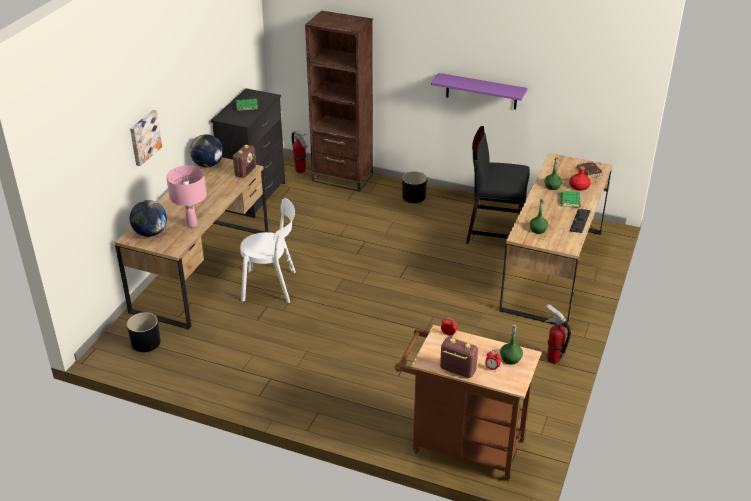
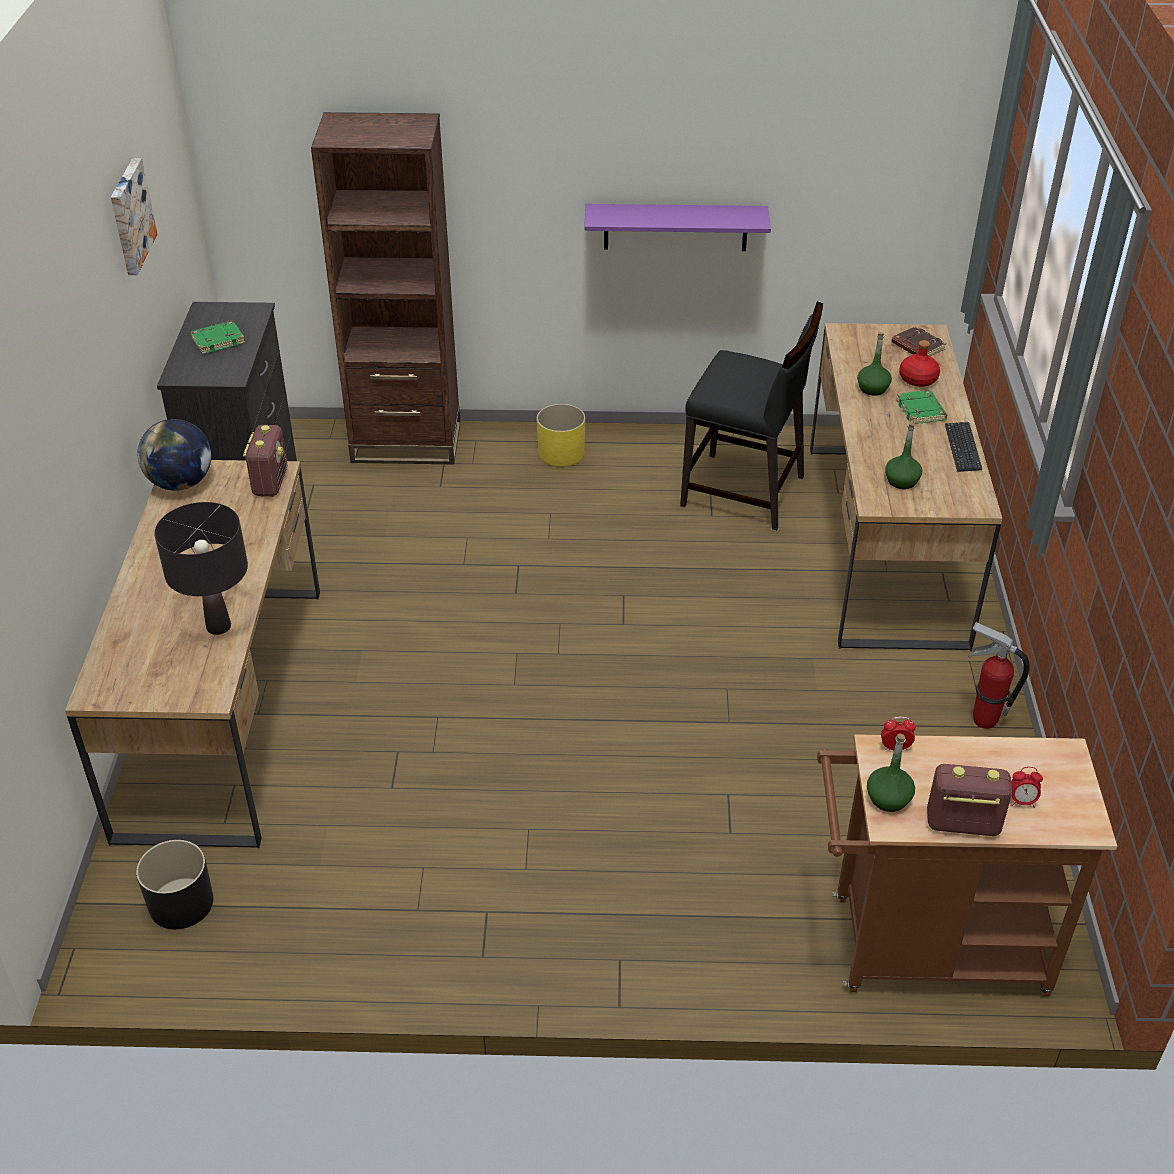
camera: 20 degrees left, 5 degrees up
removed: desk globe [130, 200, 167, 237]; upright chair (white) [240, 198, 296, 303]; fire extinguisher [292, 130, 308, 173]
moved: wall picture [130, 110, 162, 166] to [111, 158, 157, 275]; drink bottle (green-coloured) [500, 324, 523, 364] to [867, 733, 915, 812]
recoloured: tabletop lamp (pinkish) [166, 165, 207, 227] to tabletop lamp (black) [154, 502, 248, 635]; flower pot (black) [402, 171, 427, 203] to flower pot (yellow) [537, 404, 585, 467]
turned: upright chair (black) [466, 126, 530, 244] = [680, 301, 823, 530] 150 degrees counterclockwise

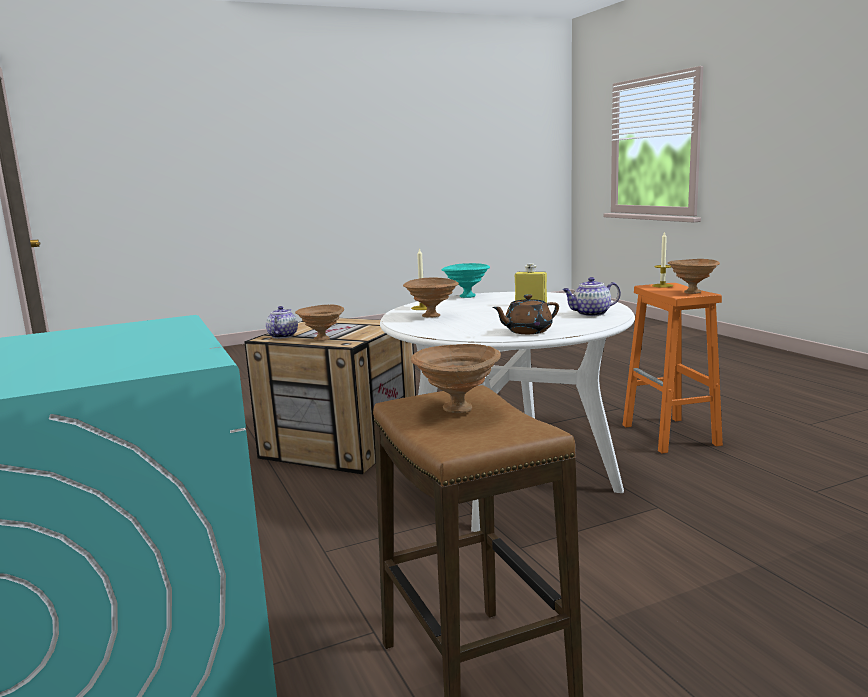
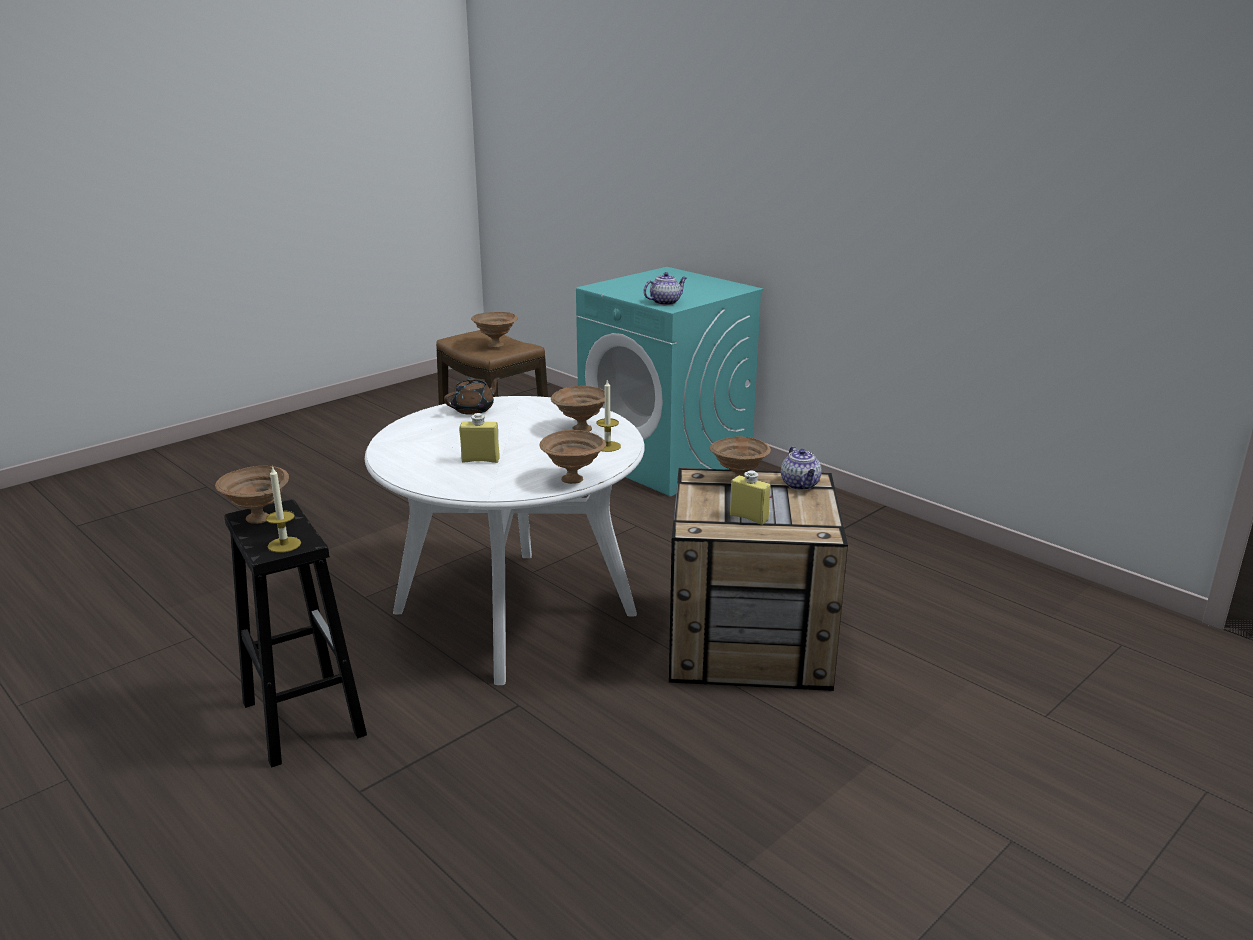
camera: 160 degrees right, 10 degrees up
added: drink bottle (yellow) [730, 470, 771, 525]
moved: teapot [562, 277, 621, 316] to [644, 272, 687, 305]
recoloured: bowl (turquoise-coloured) [442, 263, 490, 298] to bowl (brown) [540, 430, 606, 484]; stool seat (orangey) [623, 283, 723, 453] to stool seat (black) [224, 499, 367, 768]

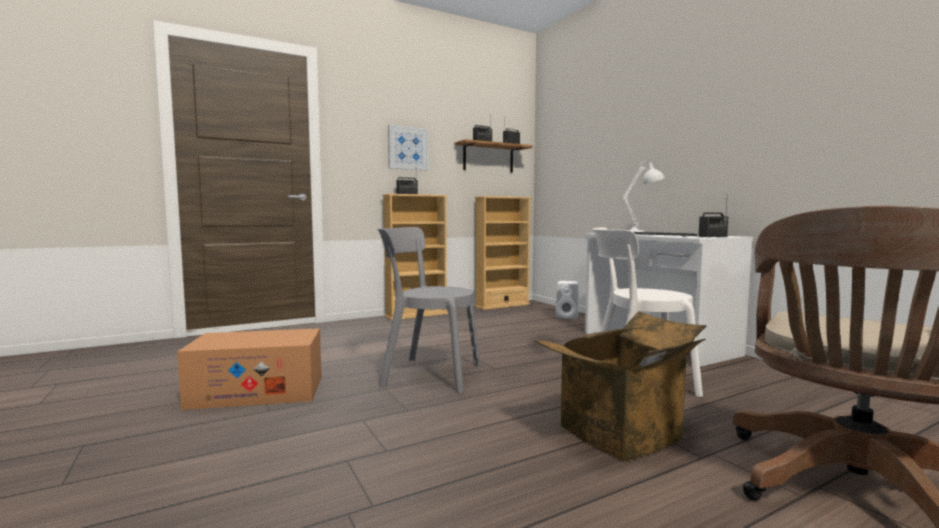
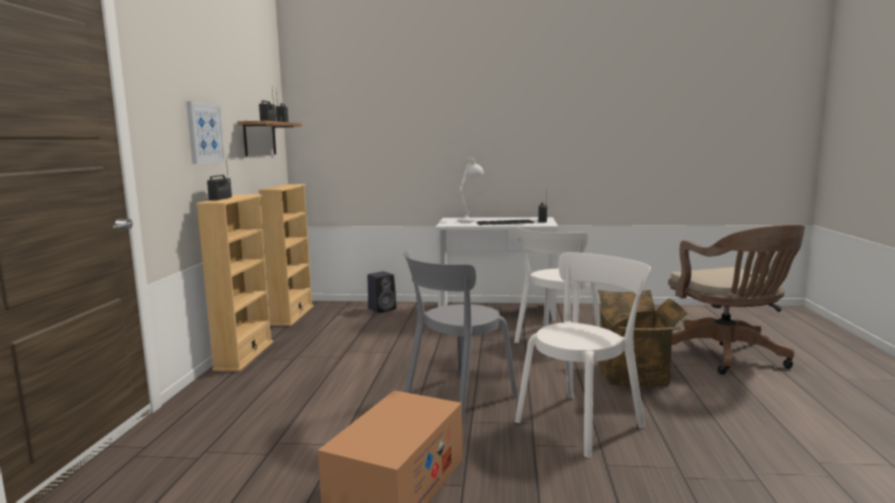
camera: 55 degrees left, 5 degrees up
added: upright chair (white) [515, 252, 651, 458]
recoloured: loudspeaker (white) [555, 281, 579, 319] to loudspeaker (black) [367, 271, 396, 313]

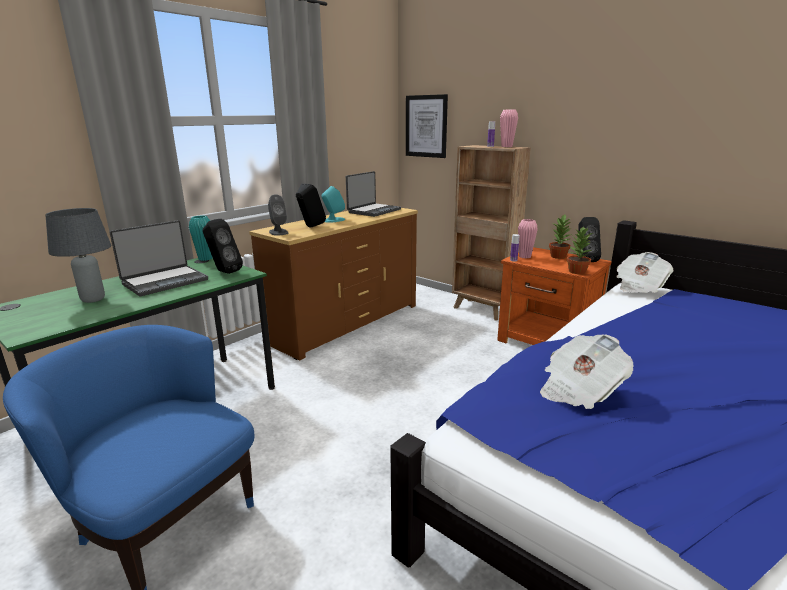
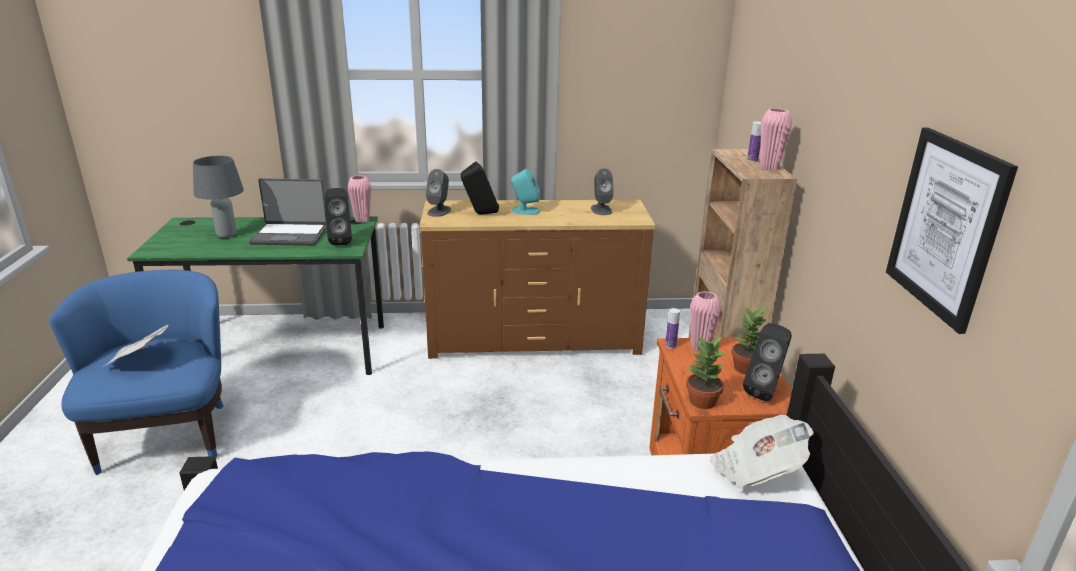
camera: 45 degrees right, 5 degrees up
moved: wall picture [406, 94, 448, 158] to [886, 127, 1018, 334]; daily paper [540, 334, 633, 409] to [104, 324, 169, 366]
replaced: notebook computer [346, 171, 401, 217] to loudspeaker (gray) [591, 168, 613, 215]
recoloured: vase (turquoise-coloured) [189, 216, 212, 261] to vase (pinkish) [348, 175, 371, 223]

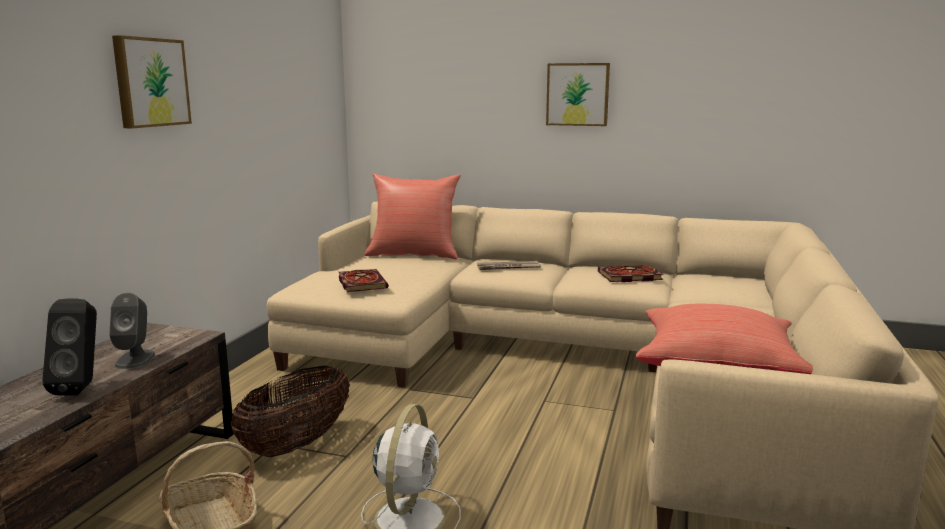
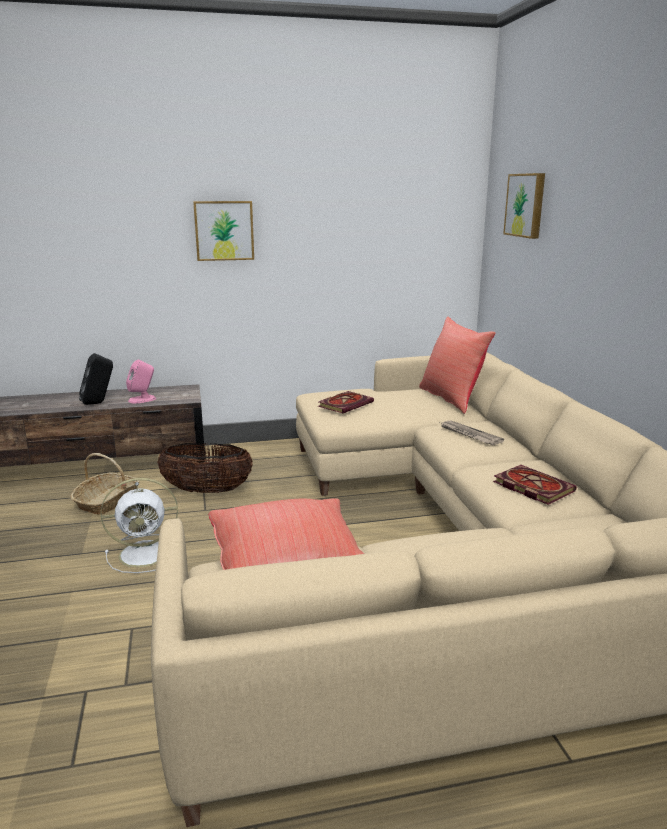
camera: 60 degrees right, 5 degrees up
moved: wall picture [546, 63, 610, 126] to [503, 173, 545, 239]
recoloured: loudspeaker (gray) [109, 293, 155, 369] to loudspeaker (pinkish) [126, 360, 156, 404]

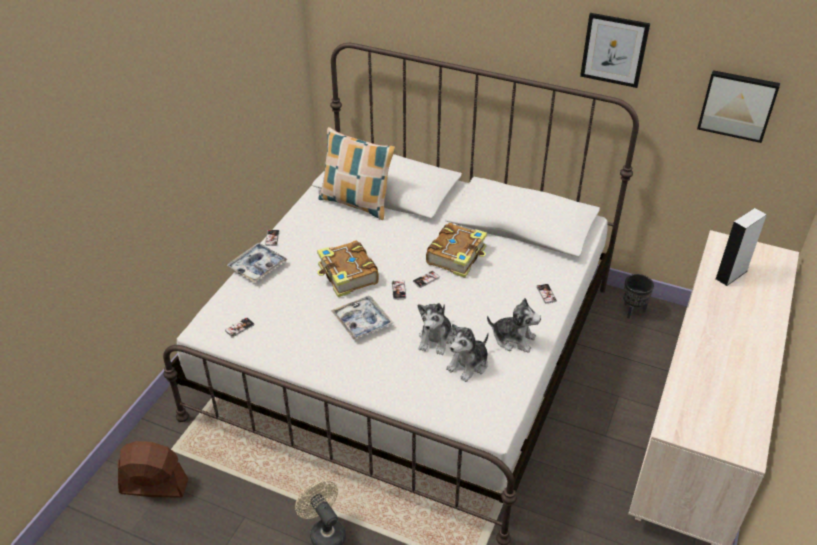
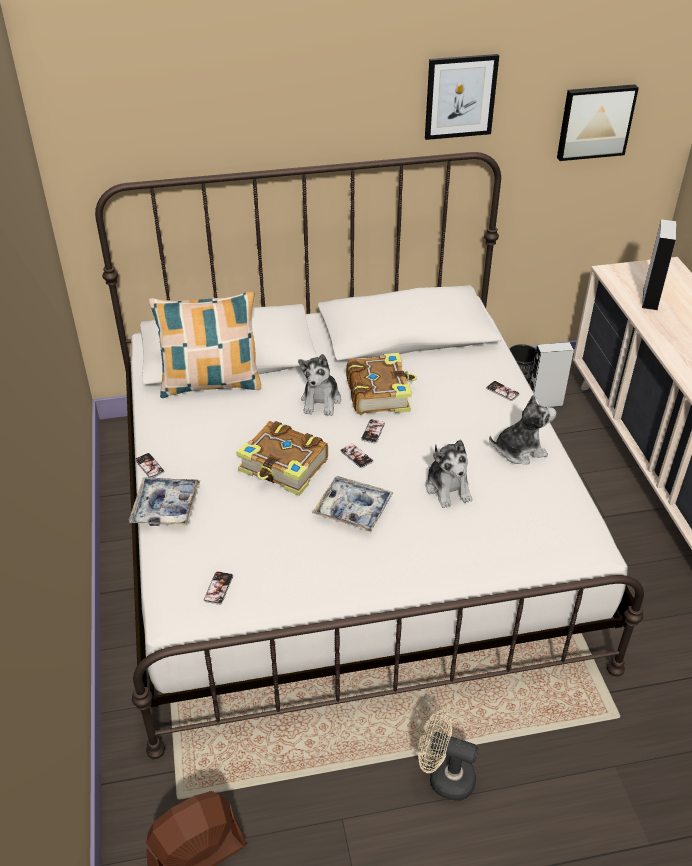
camera: 35 degrees left, 0 degrees up
added: loudspeaker (gray) [530, 342, 574, 407]
moved: cuddly toy [446, 324, 489, 382] to [298, 354, 341, 416]

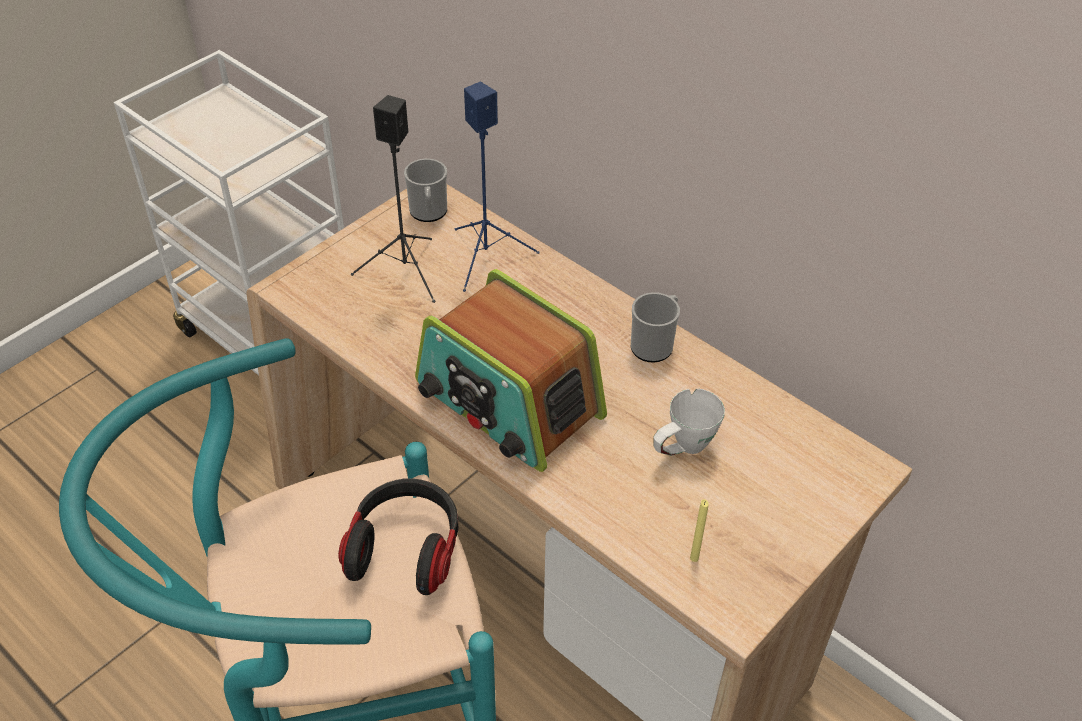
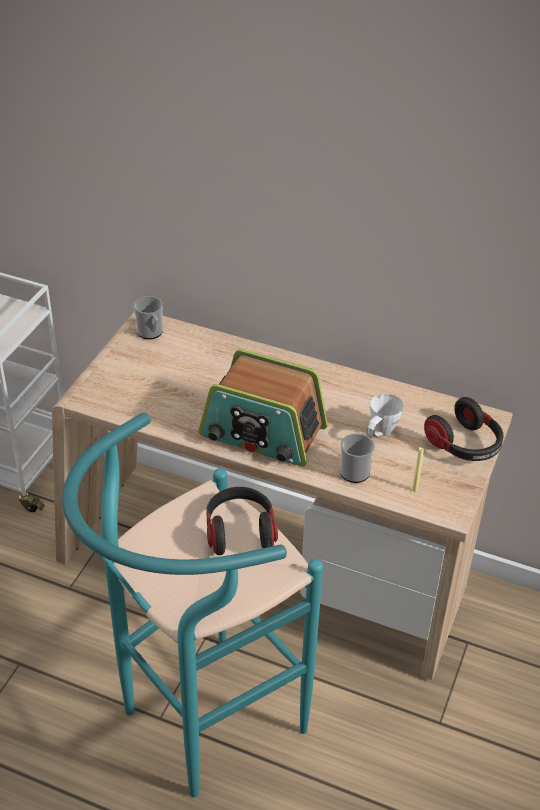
camera: 20 degrees left, 5 degrees down
removed: loudspeaker (black) [351, 95, 436, 303]; loudspeaker (blue-coloured) [455, 82, 540, 292]
added: headphones [424, 397, 504, 461]
moved: mug [631, 292, 680, 363] to [340, 433, 375, 483]

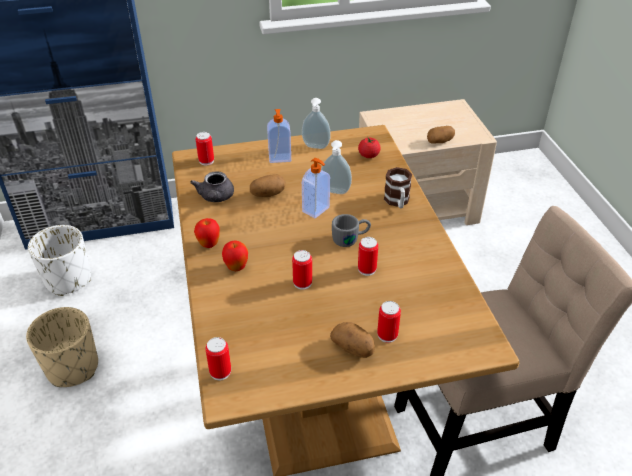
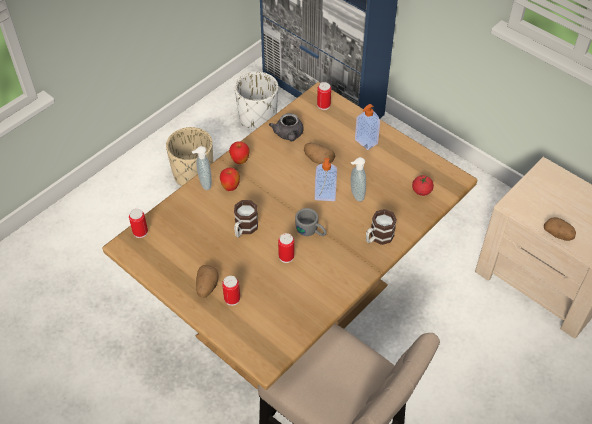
camera: 55 degrees right, 10 degrees up
moved: soap dispenser [302, 98, 331, 149] to [192, 146, 212, 190]
replaced: can [292, 250, 312, 290] to mug [234, 200, 258, 238]
turned: teapot (gray) [190, 171, 234, 202] = [269, 113, 304, 141] 60 degrees counterclockwise

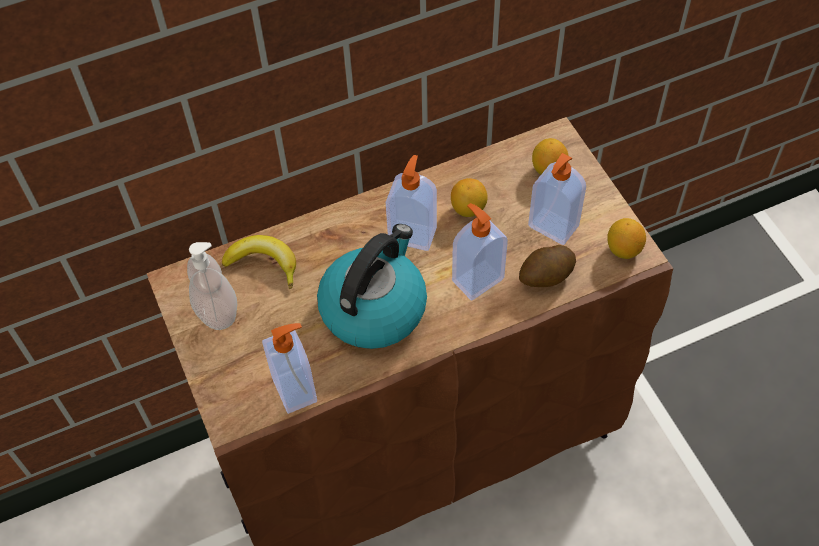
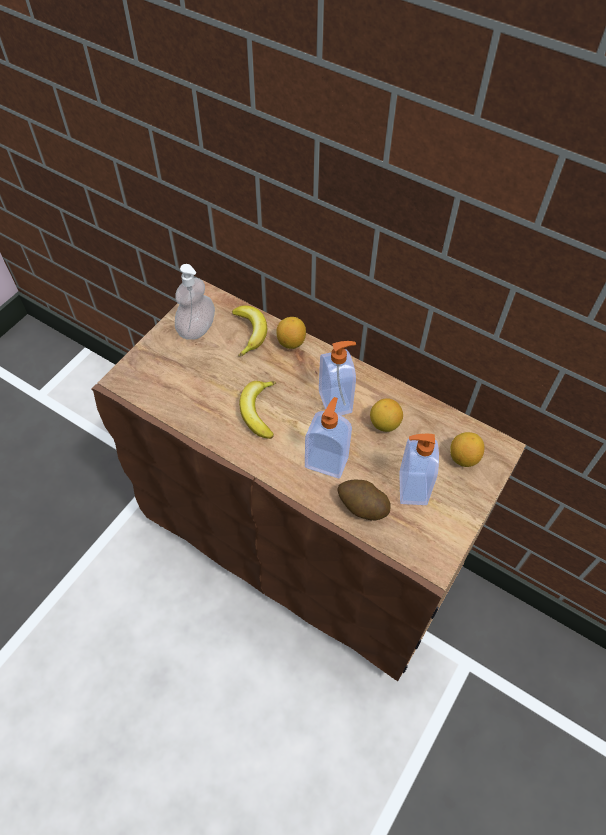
camera: 55 degrees right, 0 degrees up
removed: soap dispenser [262, 323, 317, 414]
moved: lemon [607, 218, 646, 259] to [276, 317, 306, 349]
replaced: water kettle [317, 224, 427, 349] to whole banana [239, 381, 276, 439]

